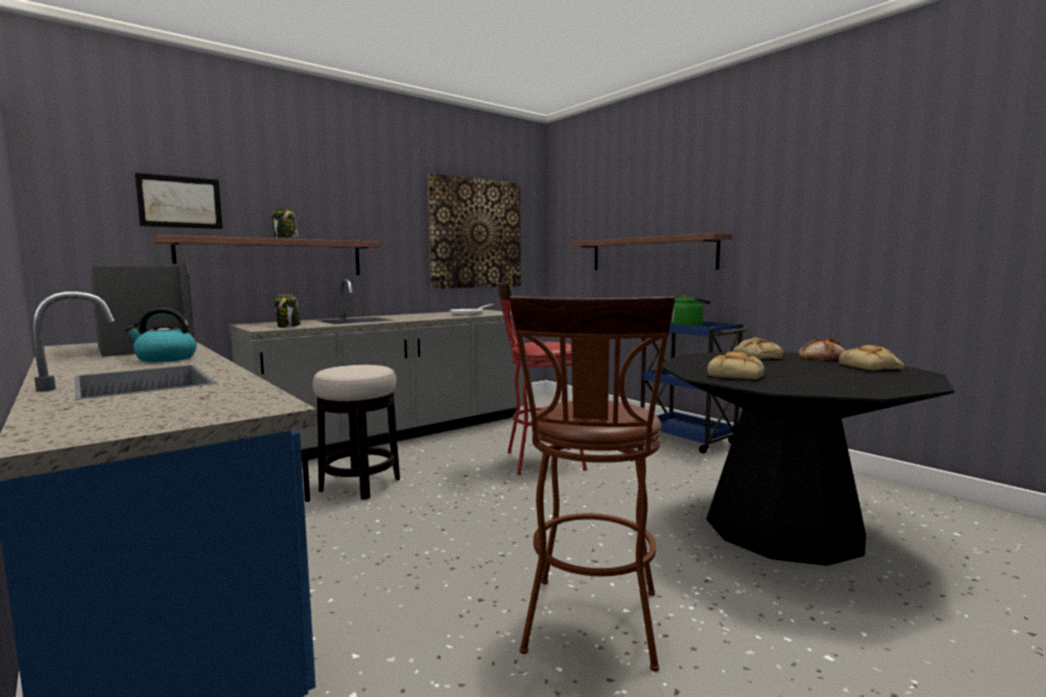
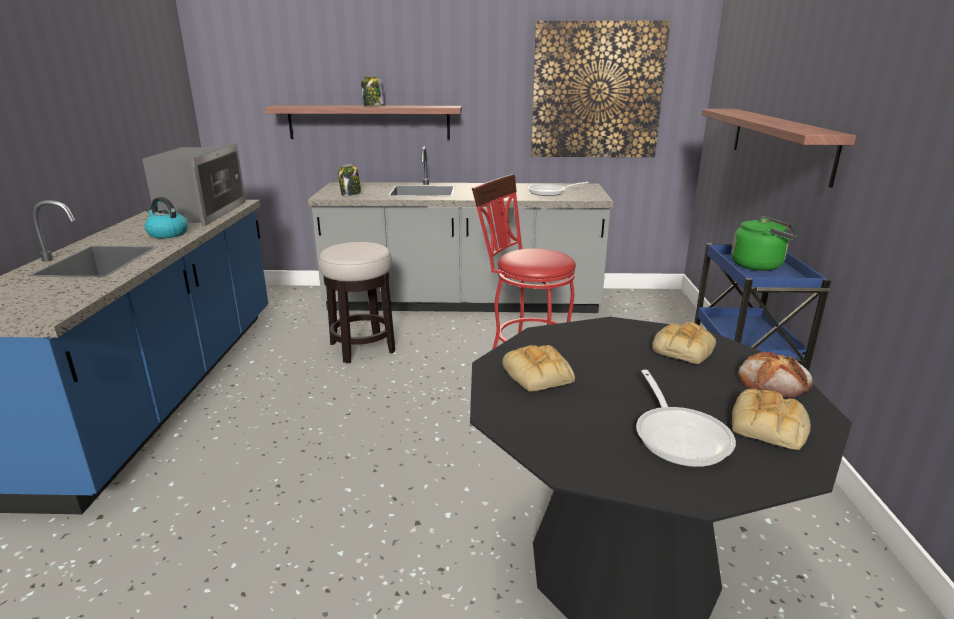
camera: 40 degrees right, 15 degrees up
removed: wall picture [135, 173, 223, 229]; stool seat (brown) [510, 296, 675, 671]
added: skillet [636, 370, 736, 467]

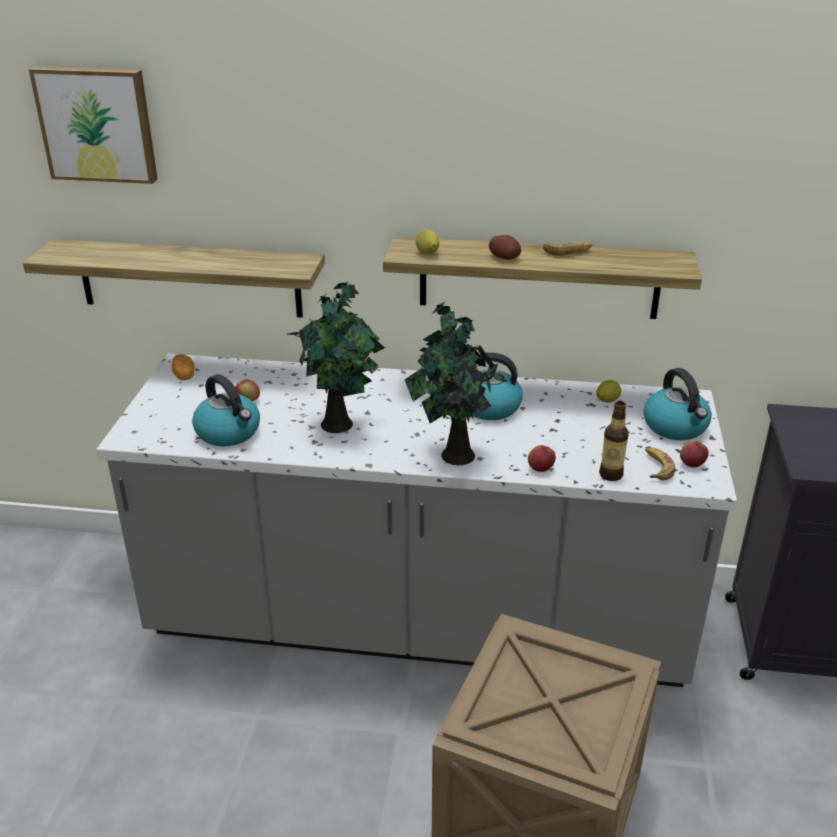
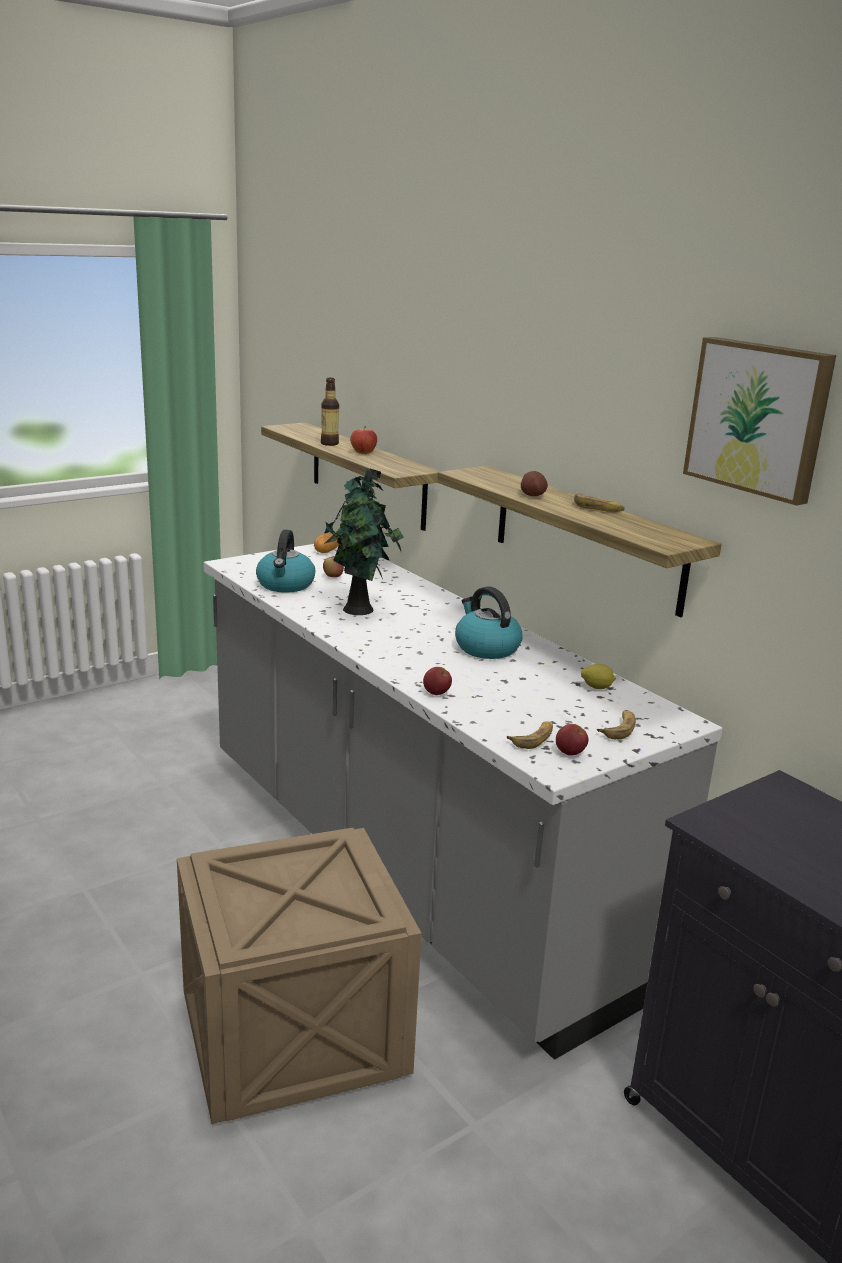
camera: 45 degrees right, 10 degrees down
removed: plant in a pot [405, 301, 507, 465]; lemon [416, 230, 439, 254]
added: apple [350, 426, 377, 454]
moved: wall picture [29, 66, 158, 184] to [683, 337, 836, 506]; drink bottle [599, 401, 629, 481] to [321, 378, 339, 446]
replaced: water kettle [644, 368, 712, 440] to whole banana [597, 711, 636, 739]

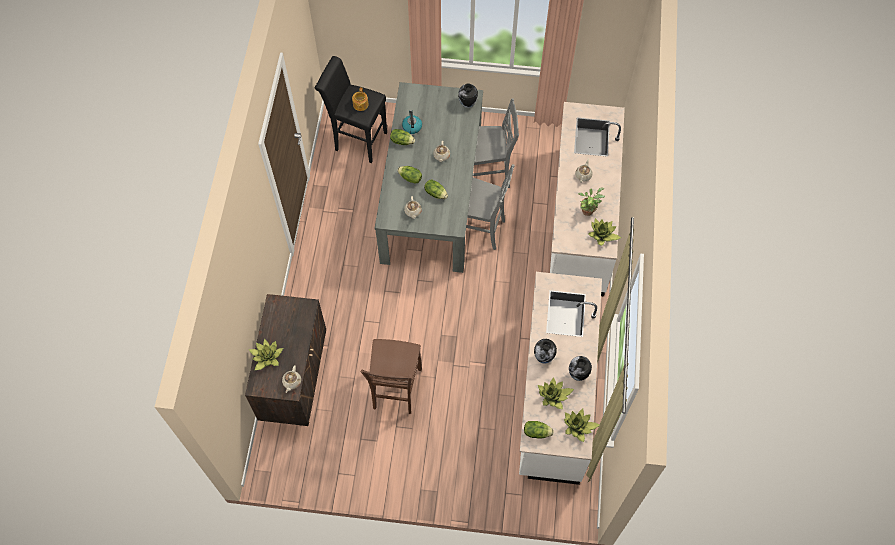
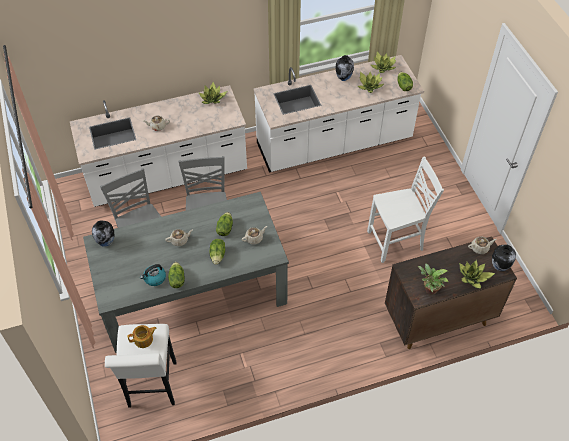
camera: 115 degrees left, 10 degrees down
moved: vase [534, 339, 557, 364] to [492, 245, 516, 271]; plant in a pot [578, 188, 605, 216] to [418, 263, 449, 295]
recoloured: stool seat (black) [315, 56, 387, 163] to stool seat (white) [105, 324, 177, 408]; upright chair (brown) [361, 339, 422, 414] to upright chair (white) [367, 156, 444, 263]

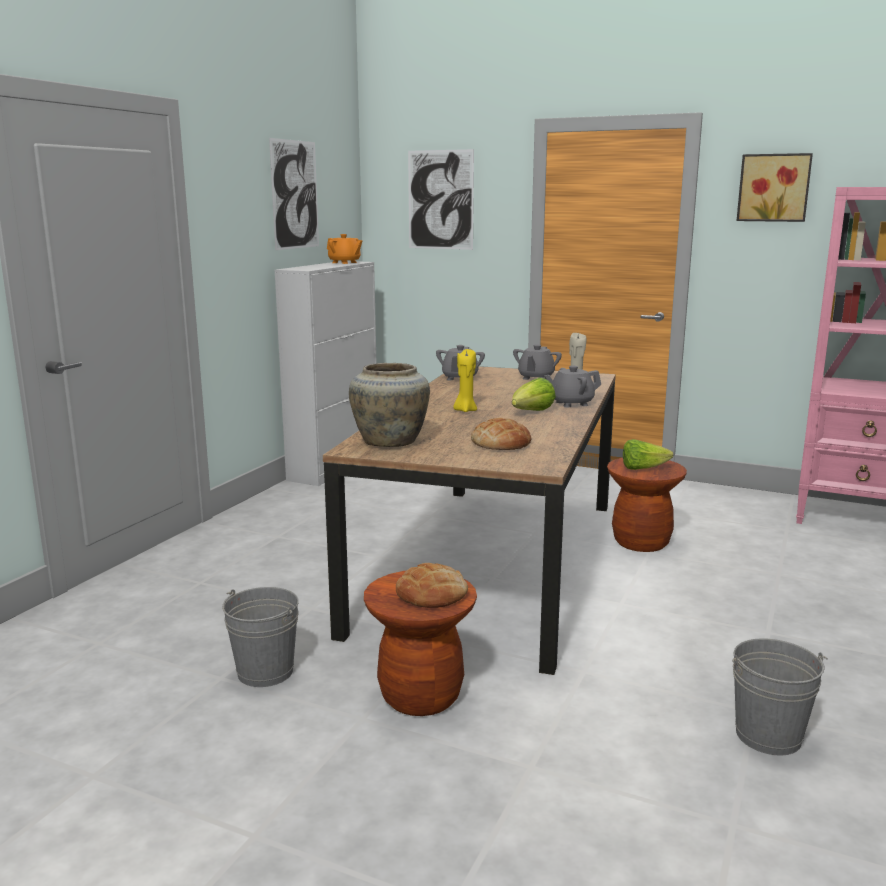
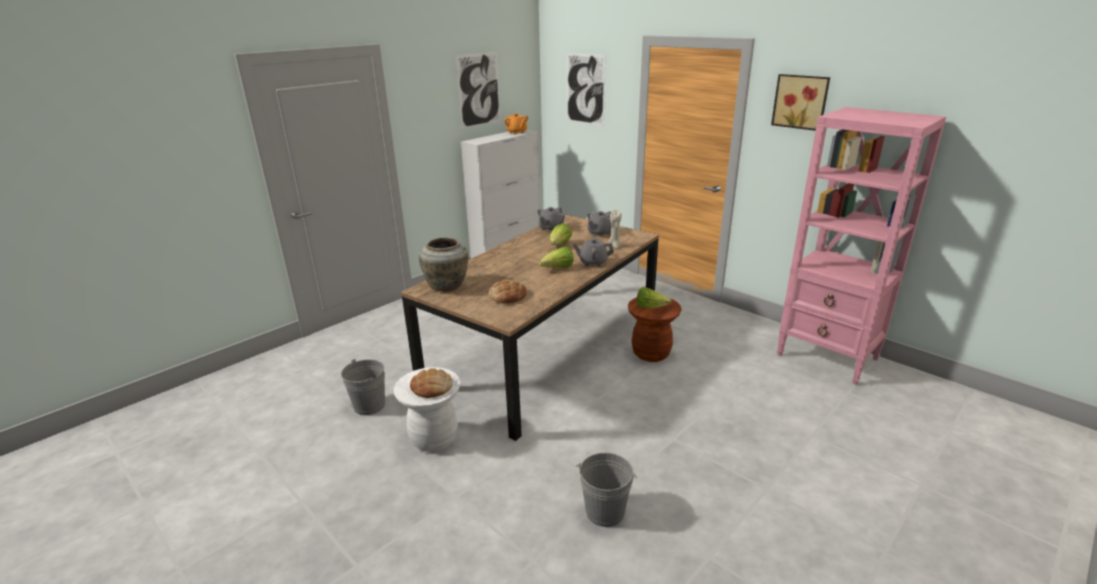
camera: 20 degrees right, 10 degrees up
removed: wax candle (yellow) [453, 349, 477, 412]
added: lettuce head [550, 223, 572, 245]
recoloured: stool seat (brown) [364, 571, 477, 716] to stool seat (white) [394, 367, 460, 452]

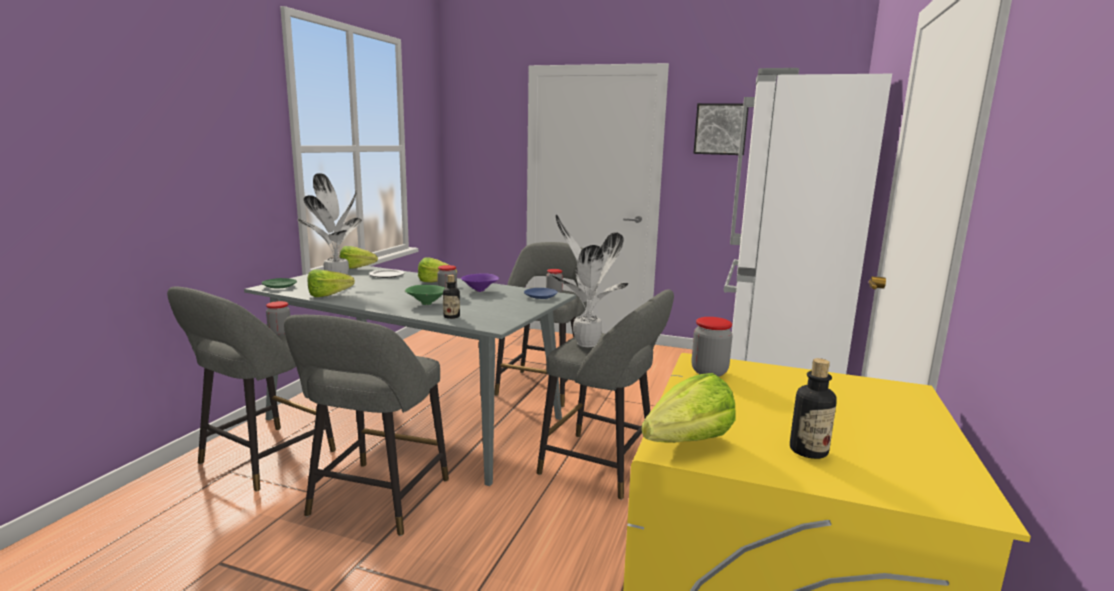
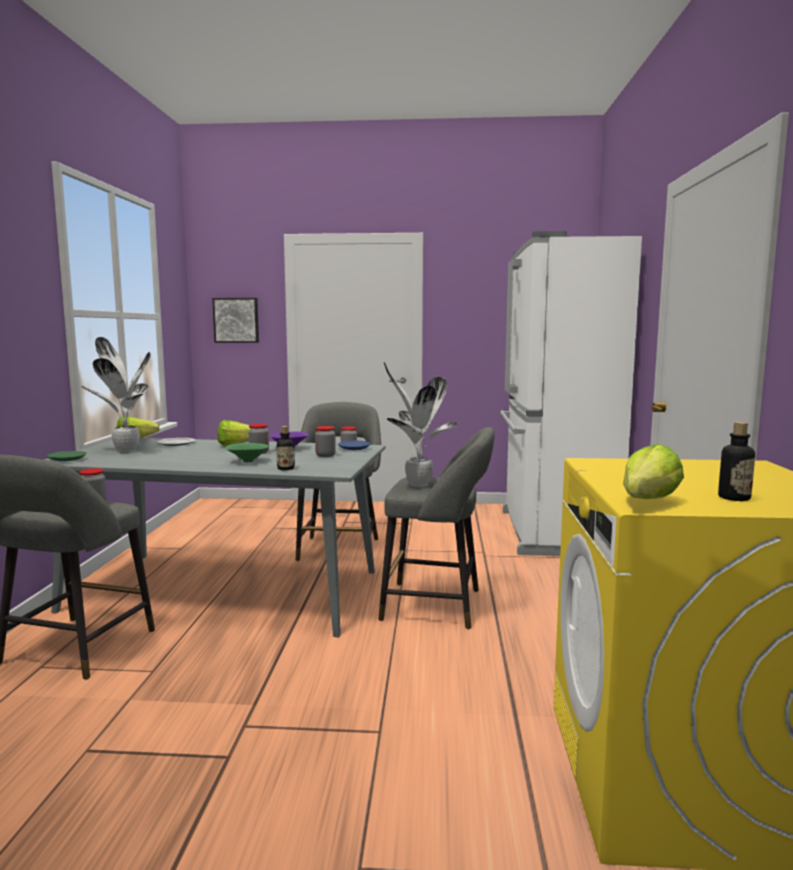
camera: 15 degrees left, 5 degrees down
removed: stool seat (gray) [284, 315, 449, 536]; lettuce head [307, 269, 355, 297]
moved: preserve jar [692, 317, 733, 377] to [315, 426, 336, 457]; wall picture [693, 103, 749, 155] to [212, 298, 259, 343]

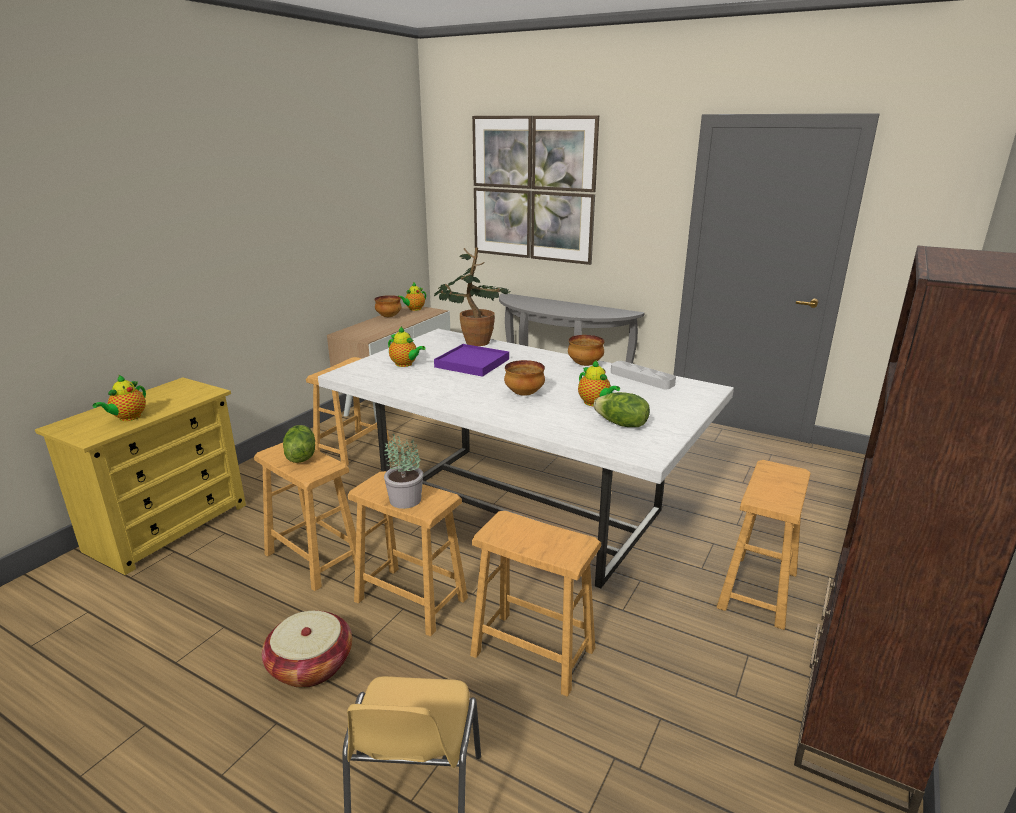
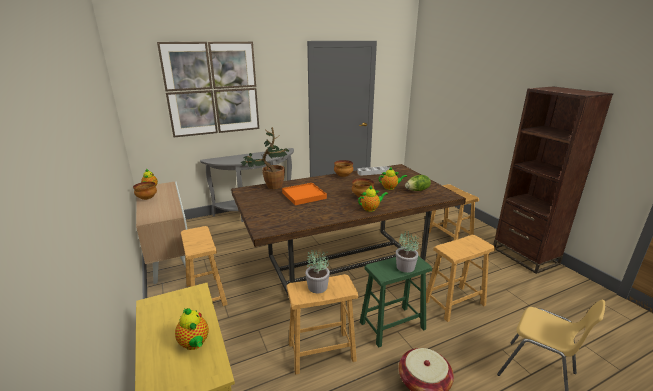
camera: 55 degrees left, 0 degrees up
moved: teapot [388, 327, 425, 367] to [358, 185, 388, 212]
replaced: lettuce head [283, 425, 315, 463] to plant in a pot [305, 250, 330, 293]
recoloured: kitchen table (white) [318, 329, 734, 588] to kitchen table (brown) [231, 164, 466, 297]; stool seat (brown) [348, 471, 468, 637] to stool seat (green-coloured) [360, 256, 432, 347]; tray (purple-coloured) [434, 344, 509, 377] to tray (orangey) [282, 183, 327, 205]

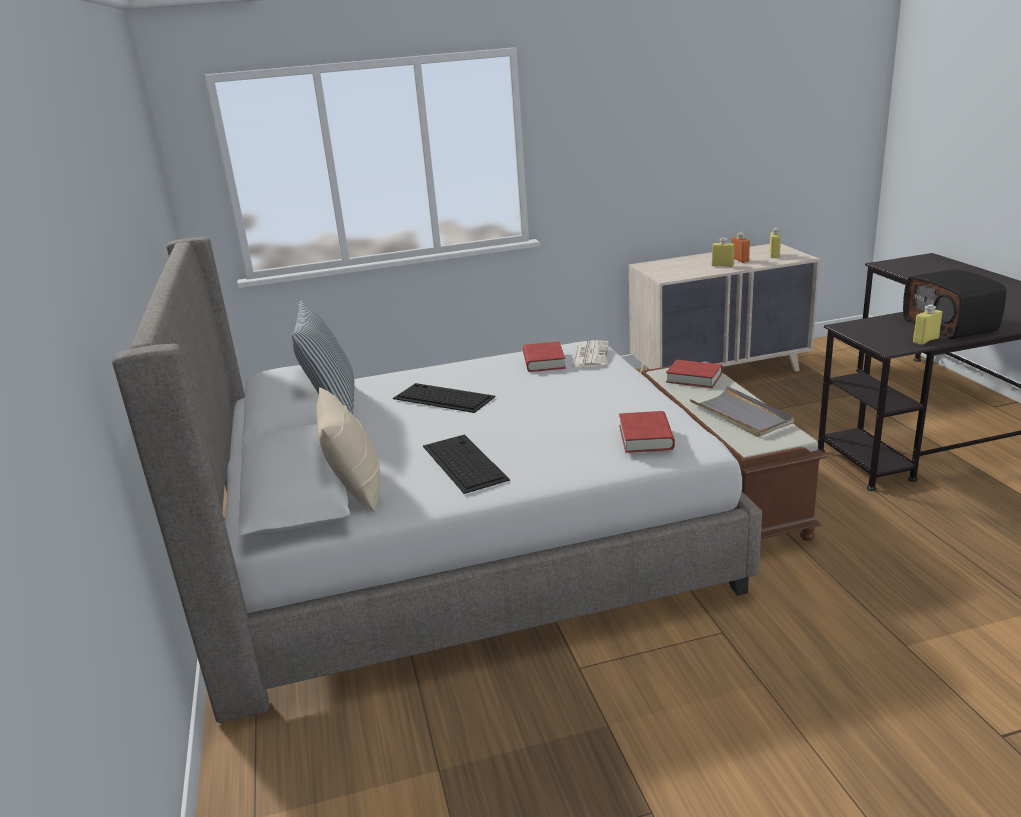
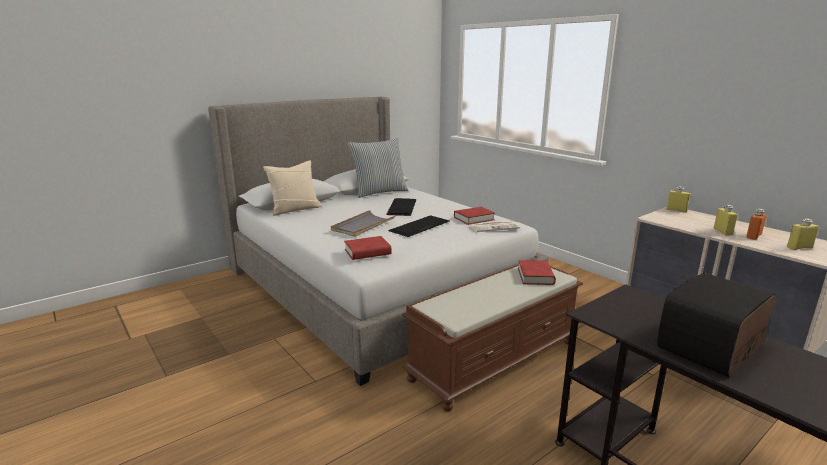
camera: 65 degrees right, 5 degrees down
moved: PC keyboard [423, 434, 510, 494] to [388, 215, 450, 237]; tray (gray) [690, 386, 794, 437] to [331, 210, 395, 237]; drink bottle (yellow) [913, 305, 942, 345] to [666, 187, 690, 213]

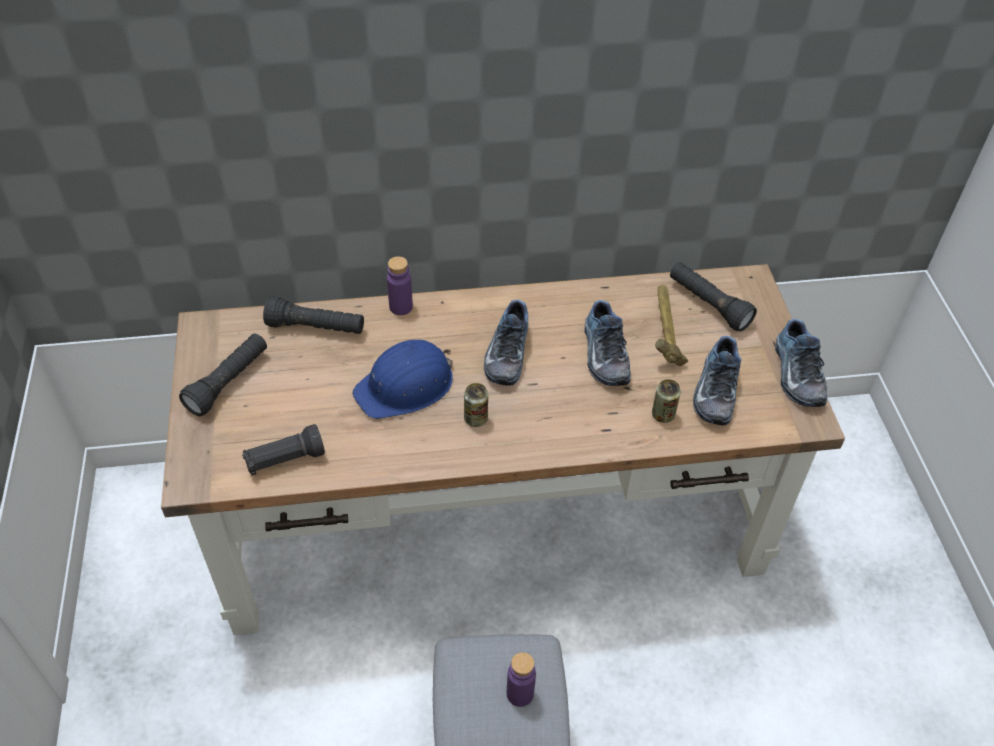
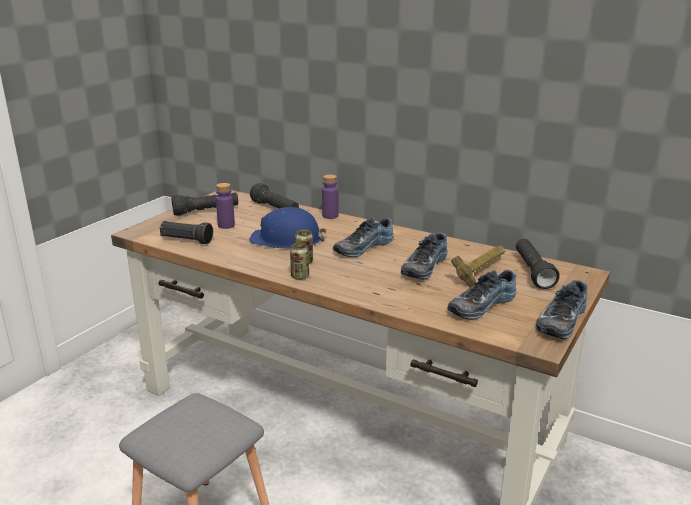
camera: 40 degrees right, 25 degrees down
moved: drink bottle (purple-coloured) [507, 652, 536, 707] to [216, 183, 235, 229]; can [652, 379, 681, 423] to [290, 242, 309, 280]

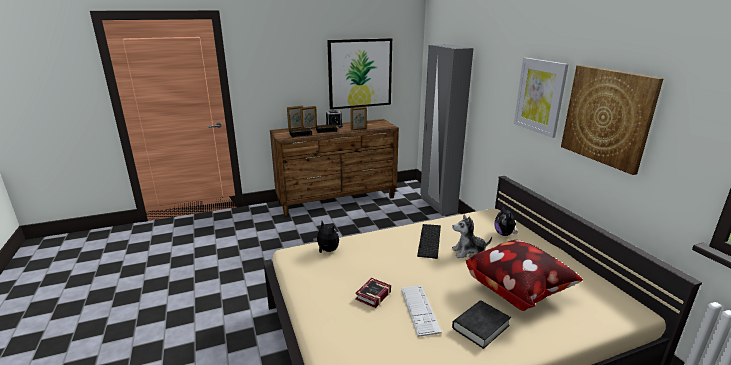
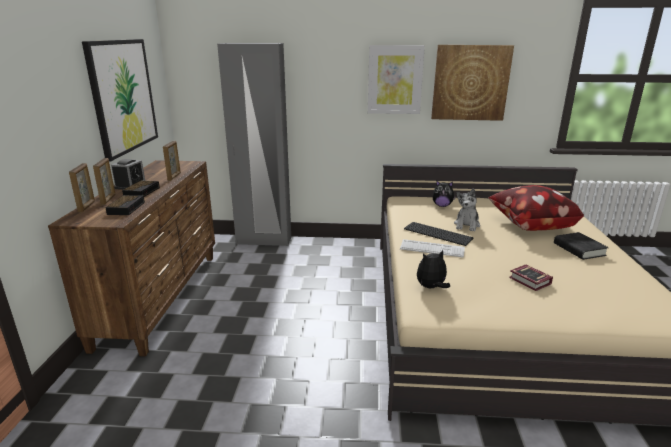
camera: 65 degrees left, 0 degrees up
moved: PC keyboard [401, 285, 442, 337] to [400, 239, 465, 258]

